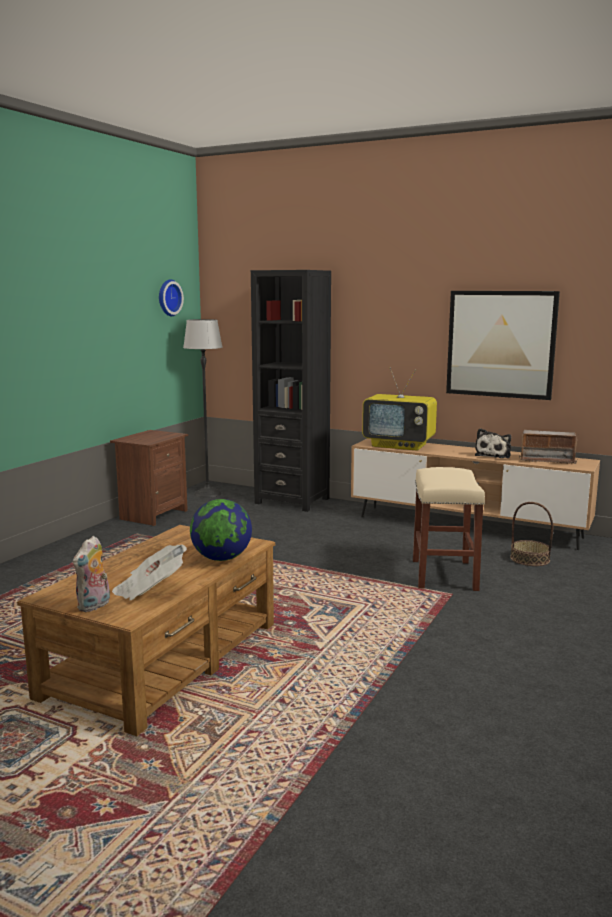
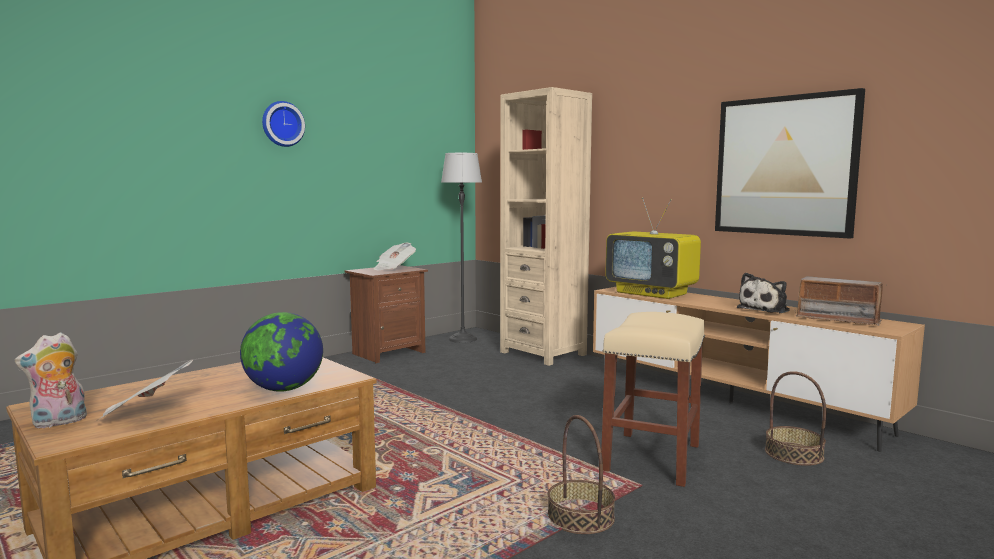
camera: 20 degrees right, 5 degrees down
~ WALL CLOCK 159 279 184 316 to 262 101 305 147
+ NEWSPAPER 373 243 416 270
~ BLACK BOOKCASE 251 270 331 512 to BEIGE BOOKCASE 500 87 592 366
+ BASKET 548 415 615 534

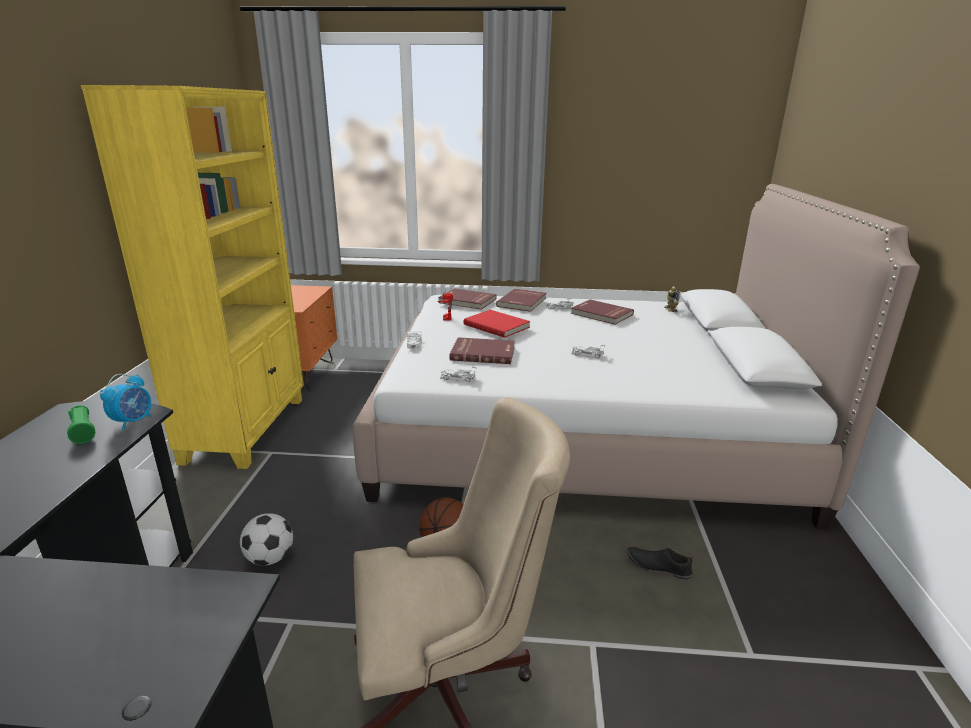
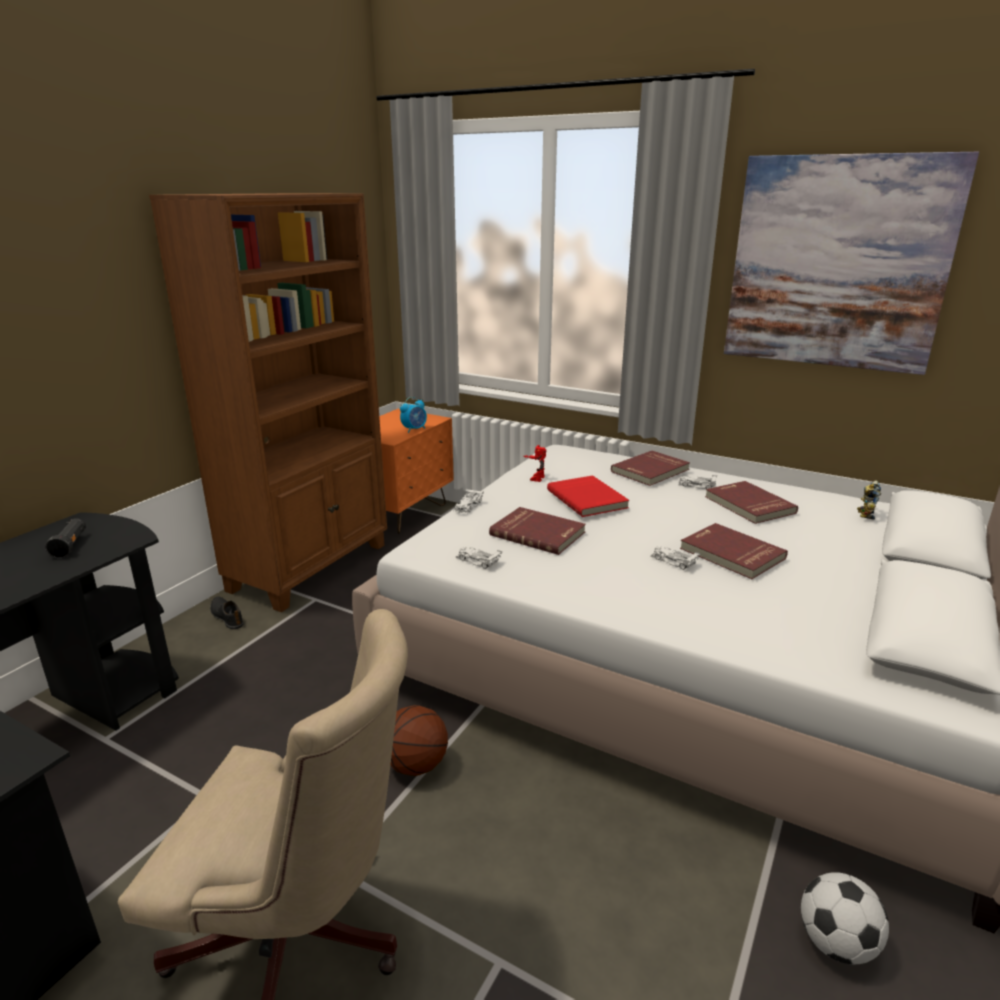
camera: 25 degrees right, 0 degrees up
~ GREEN FLASHLIGHT 67 405 95 444 to BLACK FLASHLIGHT 45 518 86 558
~ YELLOW BOOKCASE 81 85 304 469 to BROWN BOOKCASE 149 193 387 612
~ BLACK SHOE 627 547 693 579 to 210 597 243 629
~ ALARM CLOCK 100 374 152 431 to 400 397 427 433
~ RED BOOK 438 288 497 310 to 680 523 788 579
+ PICTURE 724 152 979 375
~ FOOTBALL 240 513 293 565 to 801 872 889 964

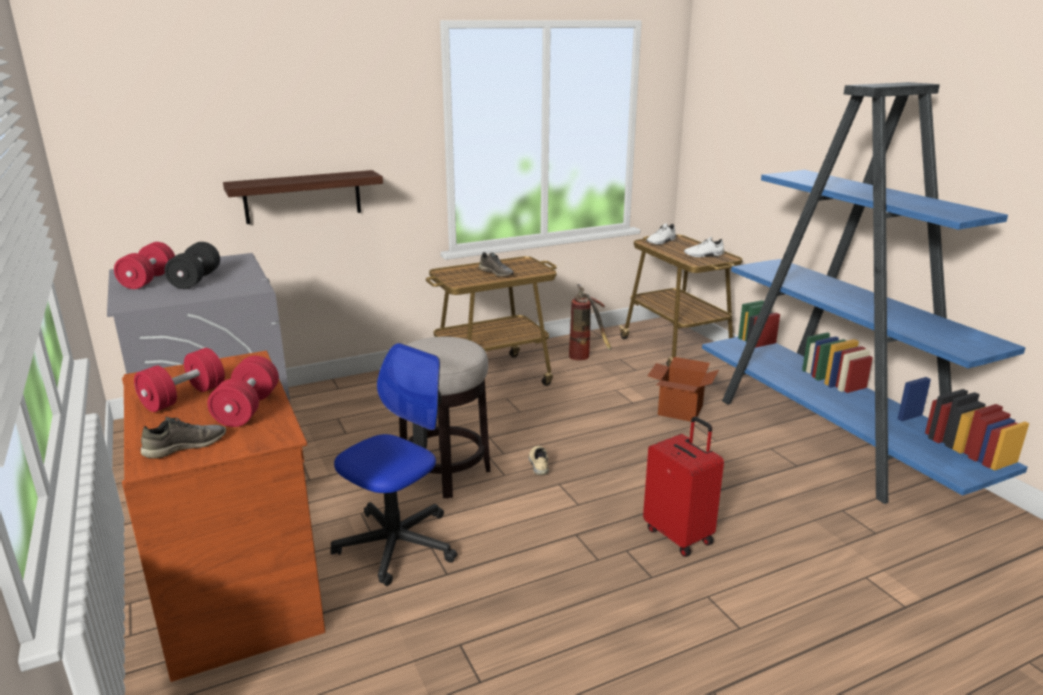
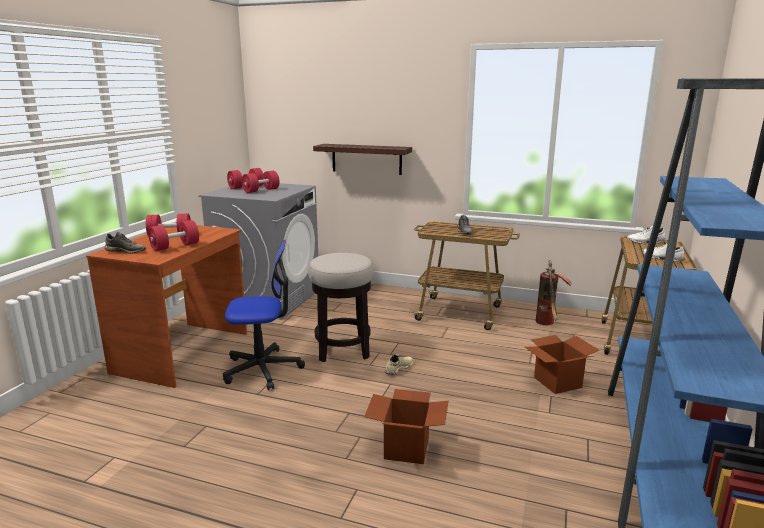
camera: 45 degrees right, 5 degrees down
~ BLACK DUMBBELL 164 242 220 289 to RED DUMBBELL 242 171 279 193
~ RED SUITCASE 643 416 724 557 to CARDBOARD BOX 364 389 449 464

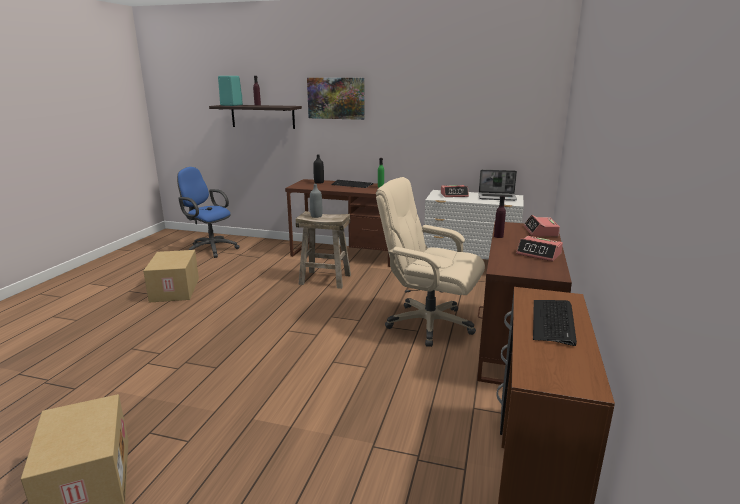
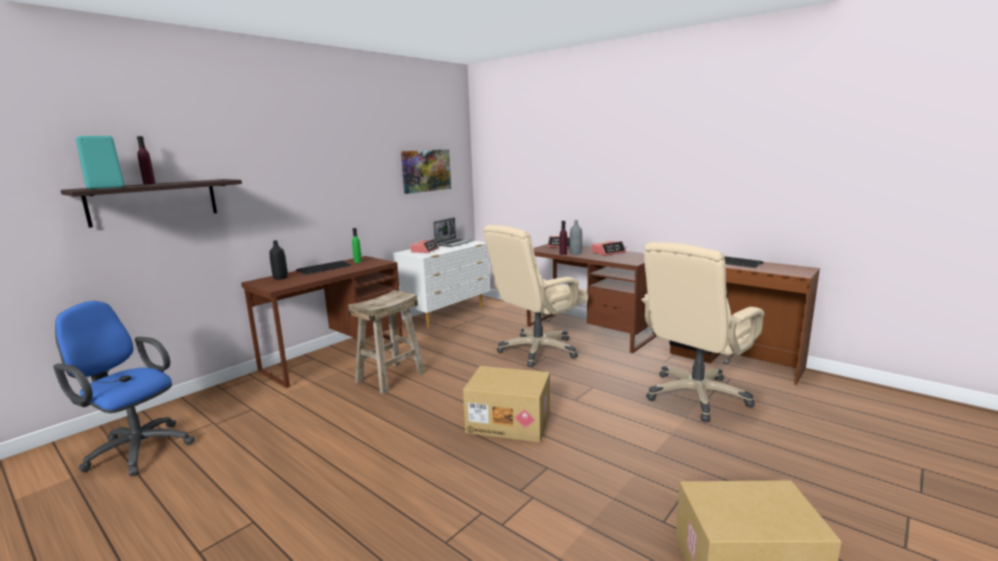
camera: 65 degrees left, 5 degrees down
~ BLUE OFFICE CHAIR 177 167 240 258 = 53 301 195 476 60 degrees clockwise
~ PICTURE 307 78 365 120 to 401 149 451 194
~ CARDBOARD BOX 143 250 199 303 to 463 366 550 443
~ GREY BOTTLE 310 184 322 218 to 570 220 582 254
+ BEIGE OFFICE CHAIR 641 242 764 422

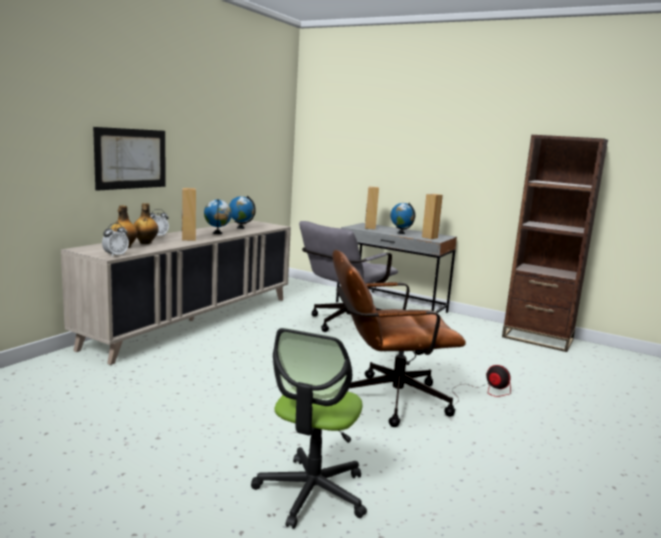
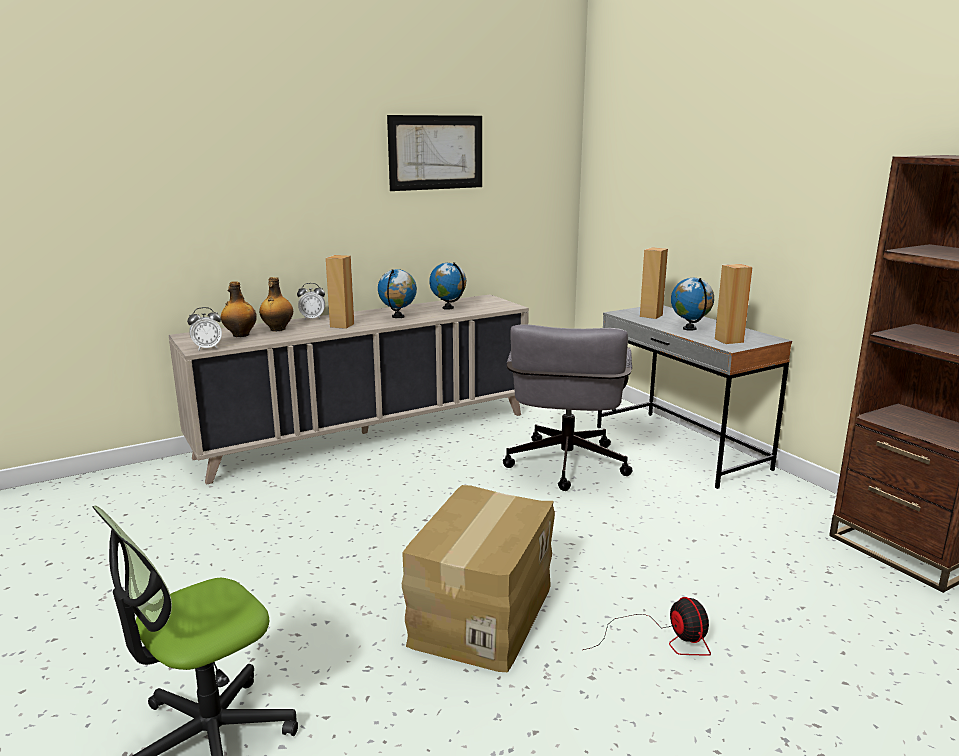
camera: 30 degrees right, 5 degrees up
~ PICTURE 93 127 166 191 to 387 115 482 191
~ BROWN OFFICE CHAIR 332 250 466 427 to CARDBOARD BOX 402 485 555 672
~ GREY OFFICE CHAIR 299 221 398 332 = 503 324 632 491 60 degrees counterclockwise

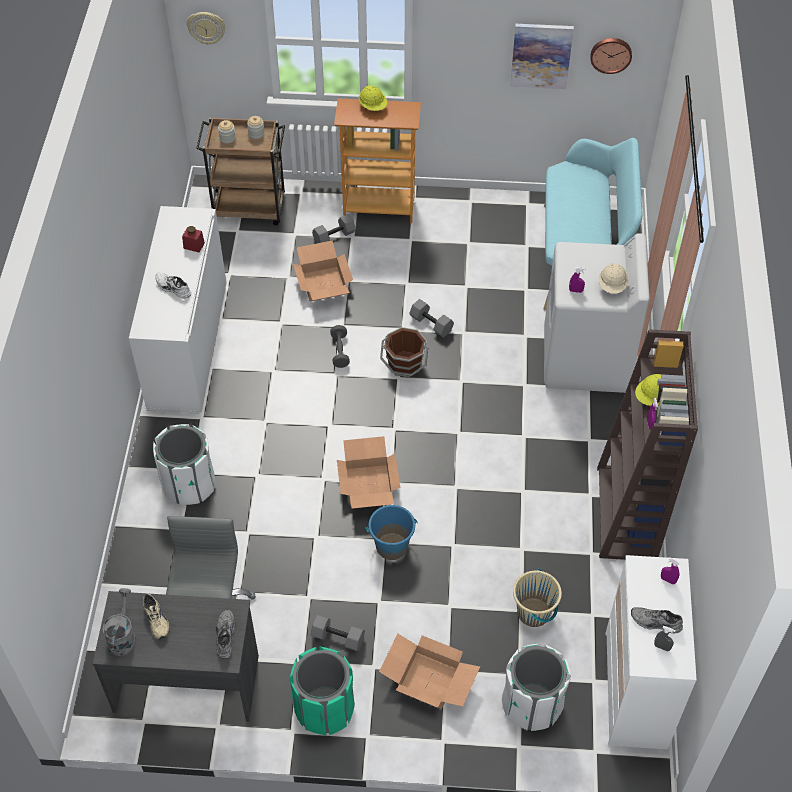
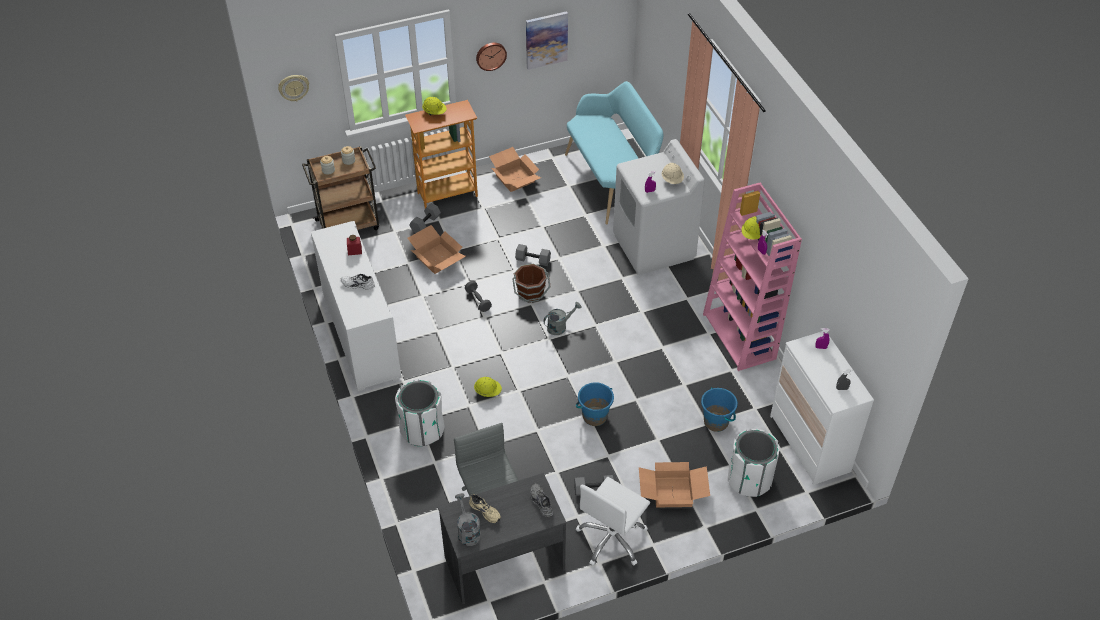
camera: 25 degrees left, 5 degrees down
+ YELLOW HARD HAT 474 377 502 397
~ WALL CLOCK 590 38 632 74 to 476 43 507 71
~ CARDBOARD BOX 337 436 400 509 to 489 147 541 192
+ GREY WATERING CAN 543 302 582 335
~ GREEN TRASH CAN 290 647 355 735 to WHITE OFFICE CHAIR 576 477 650 566
~ BEIGE BUCKET 513 569 562 627 to BLUE BUCKET 701 387 738 432
~ BROWN BOOKCASE 597 329 698 560 to PINK BOOKCASE 703 182 802 371
- GREY SHOE 631 607 683 634

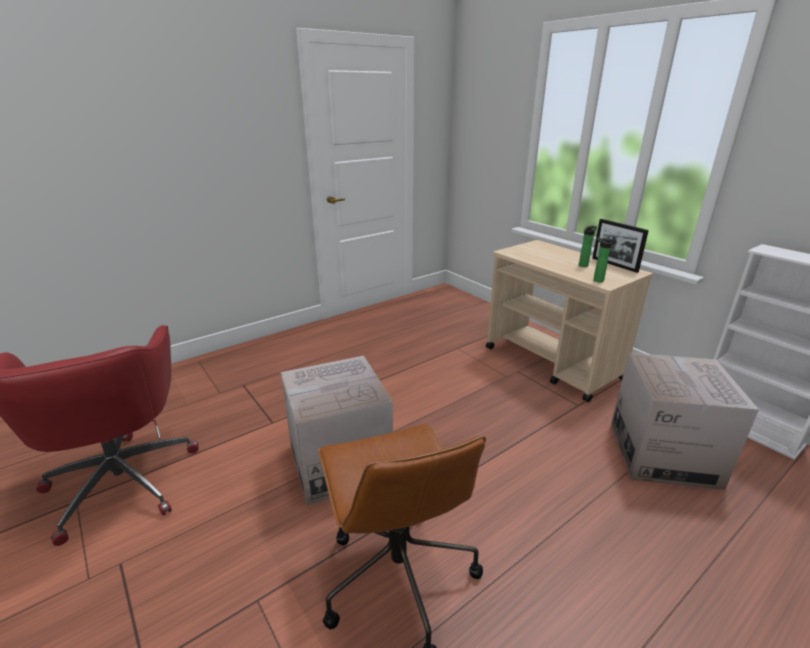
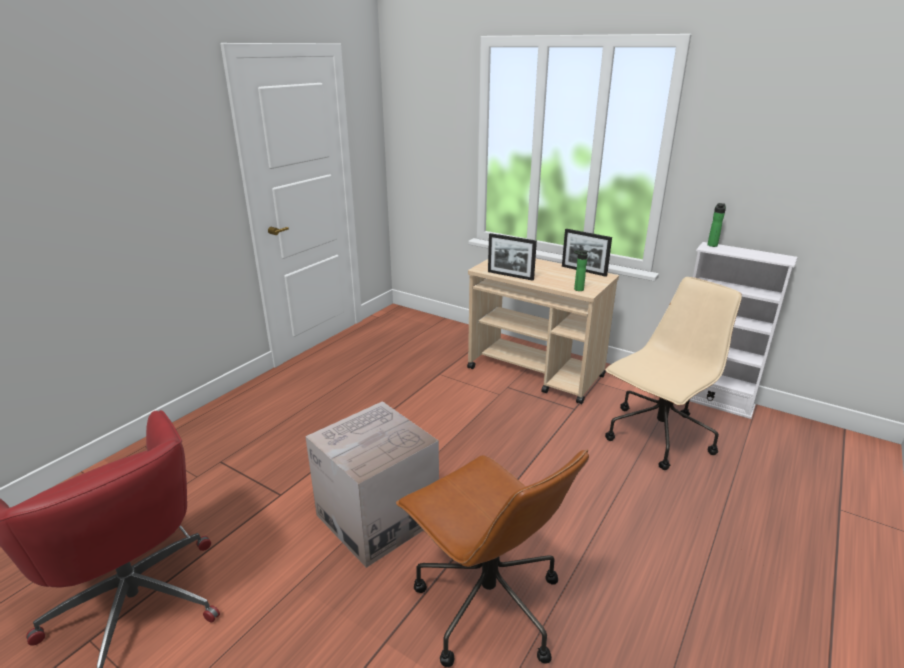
camera: 20 degrees left, 0 degrees up
+ PICTURE FRAME 488 233 537 281
~ CARDBOARD BOX 611 353 759 490 to BEIGE OFFICE CHAIR 605 277 742 470
~ BOTTLE 579 226 597 267 to 707 203 726 247

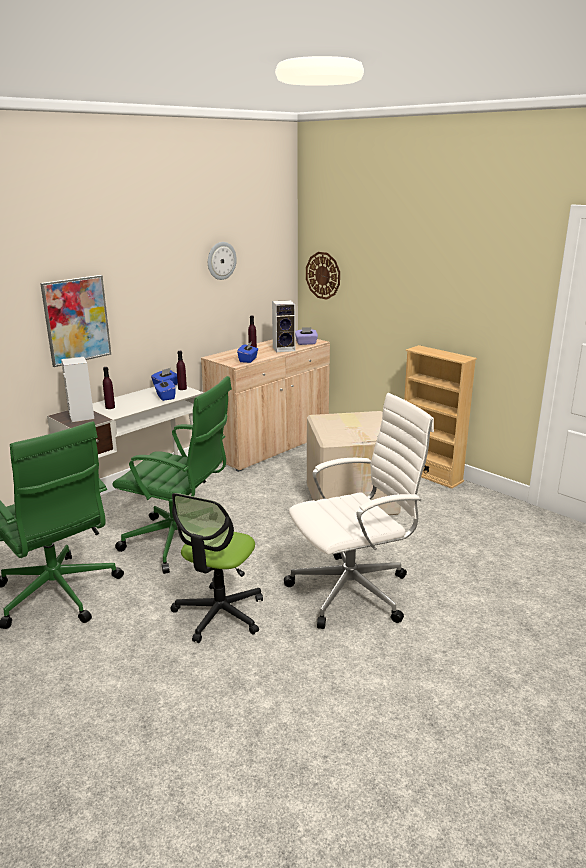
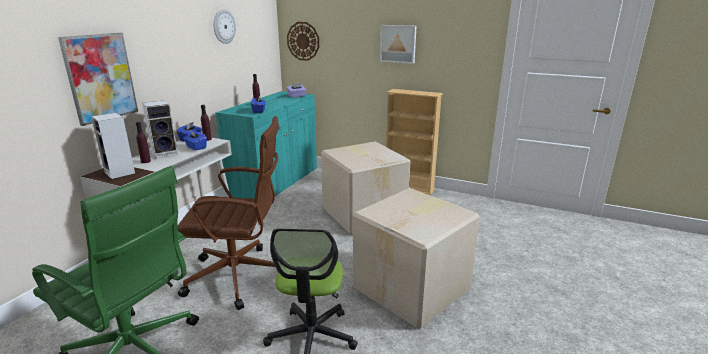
camera: 20 degrees left, 0 degrees up
~ SPEAKER 272 300 295 352 to 142 100 178 159
~ GREEN OFFICE CHAIR 113 376 232 574 to BROWN OFFICE CHAIR 178 116 279 310
~ BEIGE CABINET 201 337 330 472 to TURQUOISE CABINET 215 91 317 199
~ WHITE OFFICE CHAIR 284 393 434 629 to CARDBOARD BOX 353 188 480 329
+ PICTURE 380 25 417 64

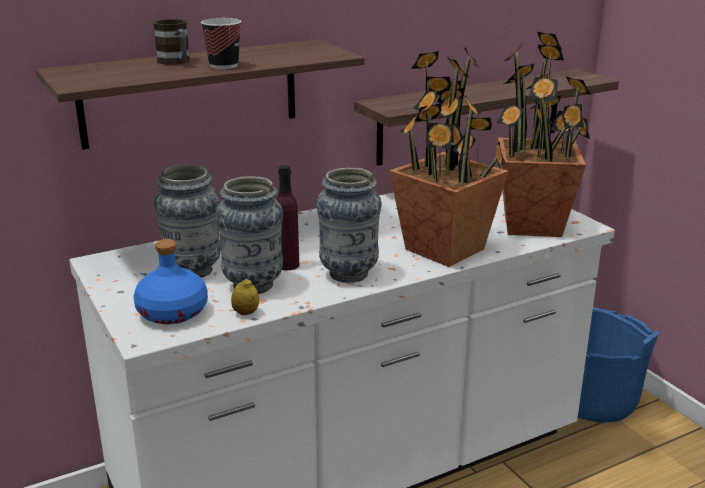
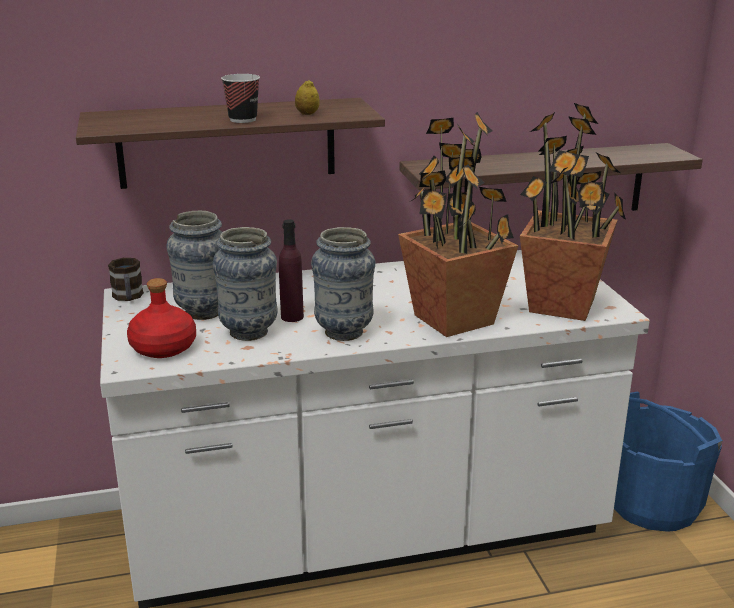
camera: 15 degrees right, 0 degrees up
~ MUG 153 19 190 65 to 108 258 144 301
~ BLUE BOTTLE 133 239 208 324 to RED BOTTLE 127 278 196 358
~ LEMON 231 279 259 315 to 295 80 320 115

